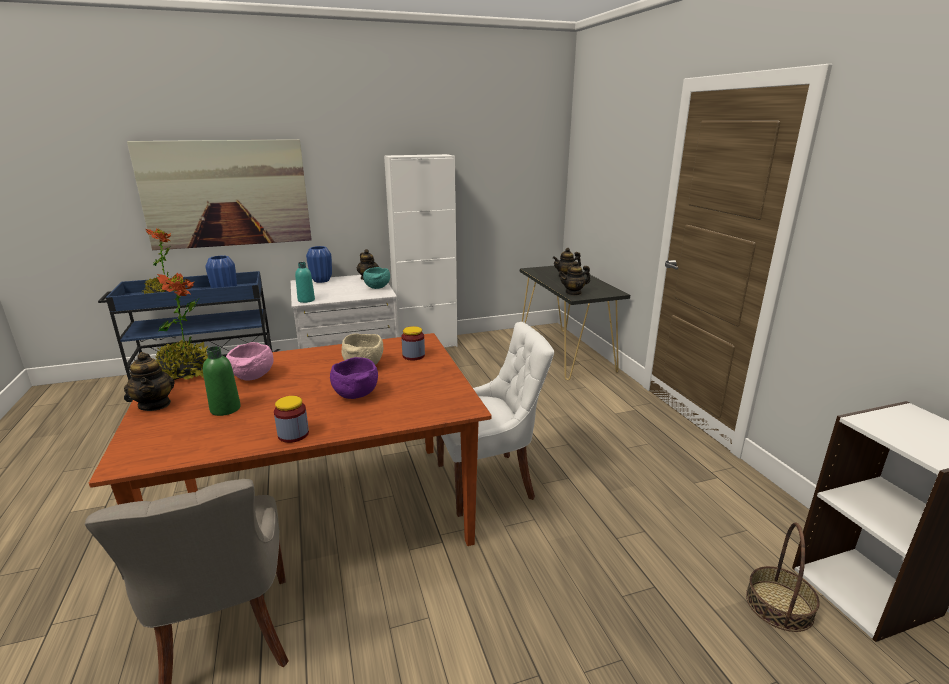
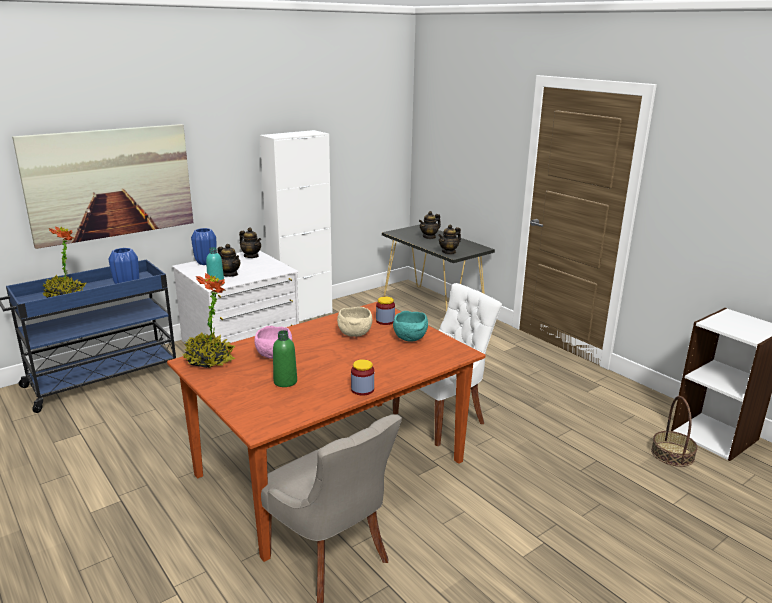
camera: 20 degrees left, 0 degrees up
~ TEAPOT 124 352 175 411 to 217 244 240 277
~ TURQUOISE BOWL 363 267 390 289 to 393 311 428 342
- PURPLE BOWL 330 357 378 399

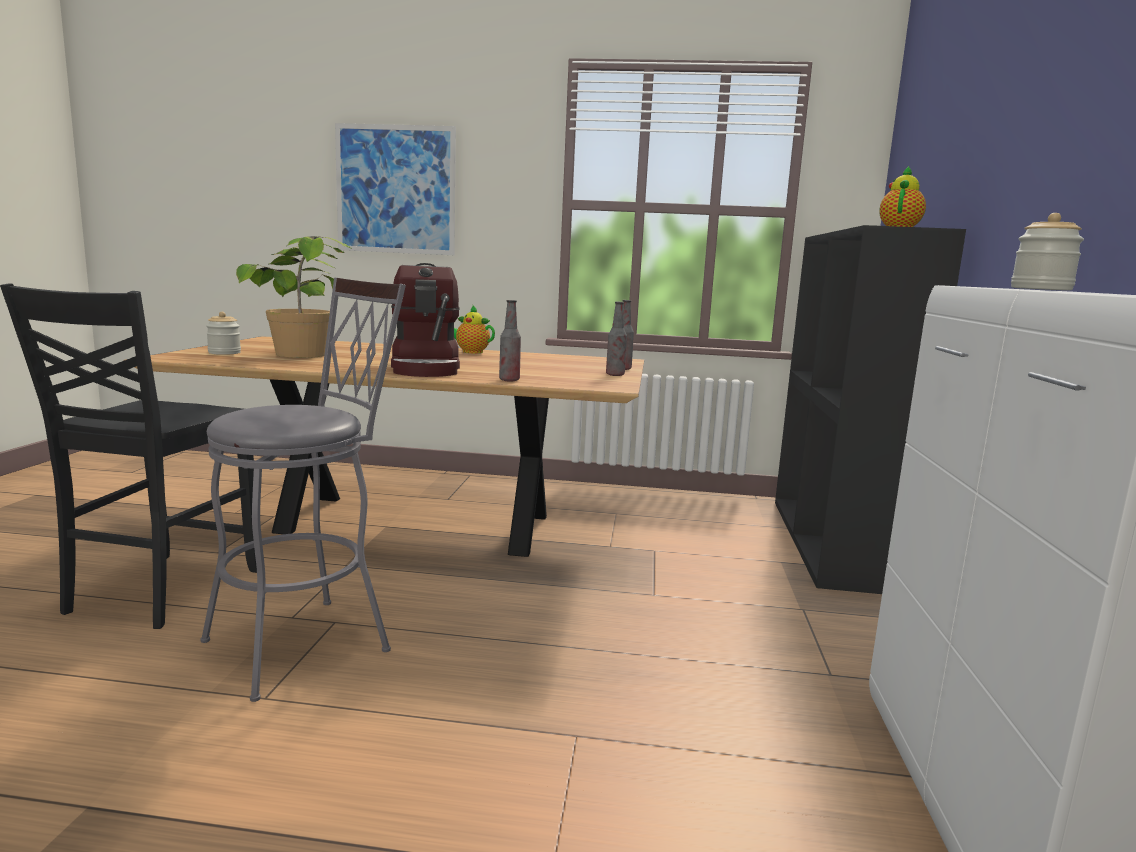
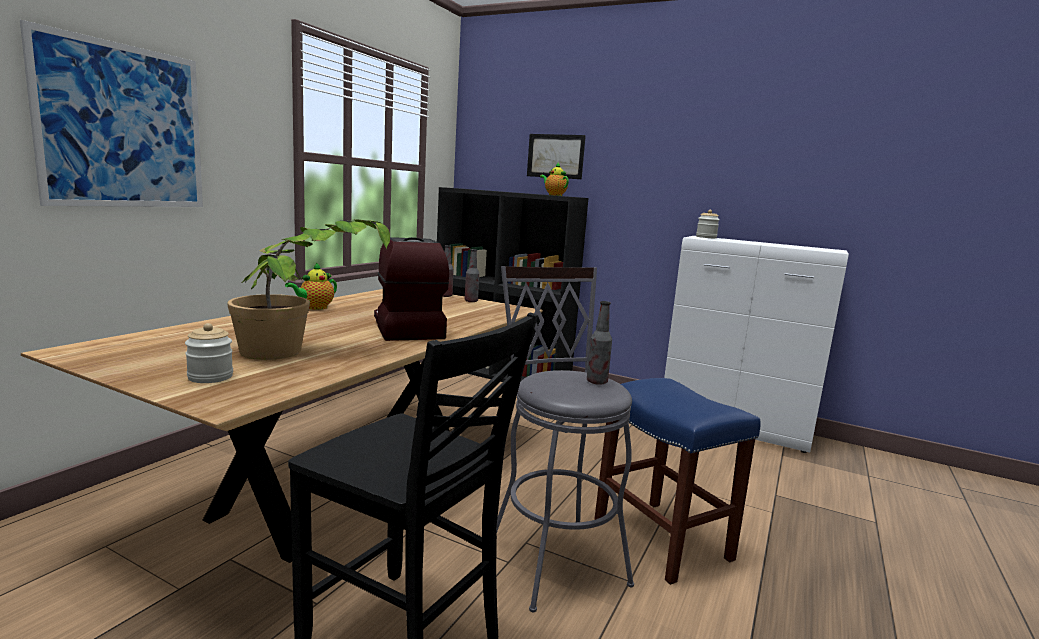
camera: 70 degrees left, 0 degrees up
~ COFFEE MACHINE 391 263 460 377 = 374 237 449 341 120 degrees counterclockwise
+ PICTURE 527 134 586 179
~ BOTTLE 499 300 521 381 to 587 301 612 385
+ BLUE STOOL 594 378 761 585

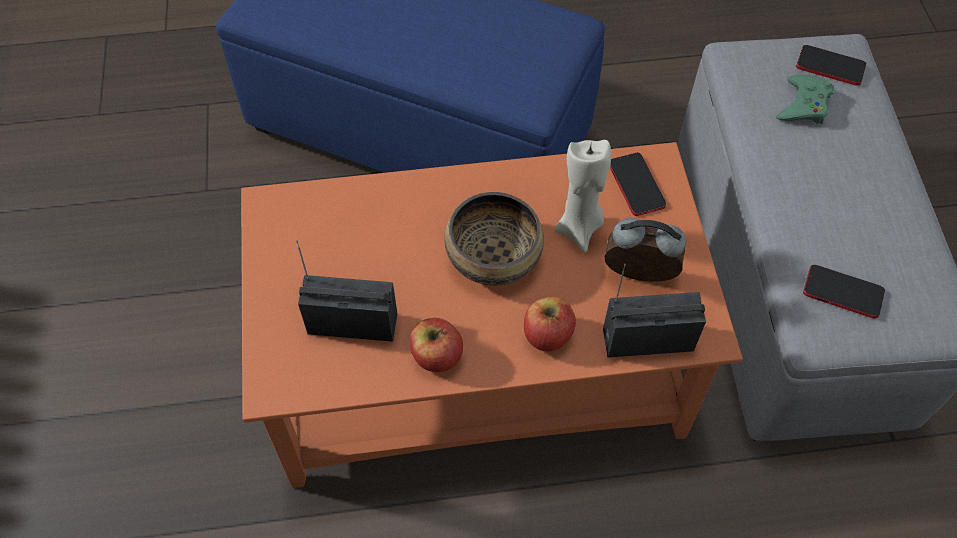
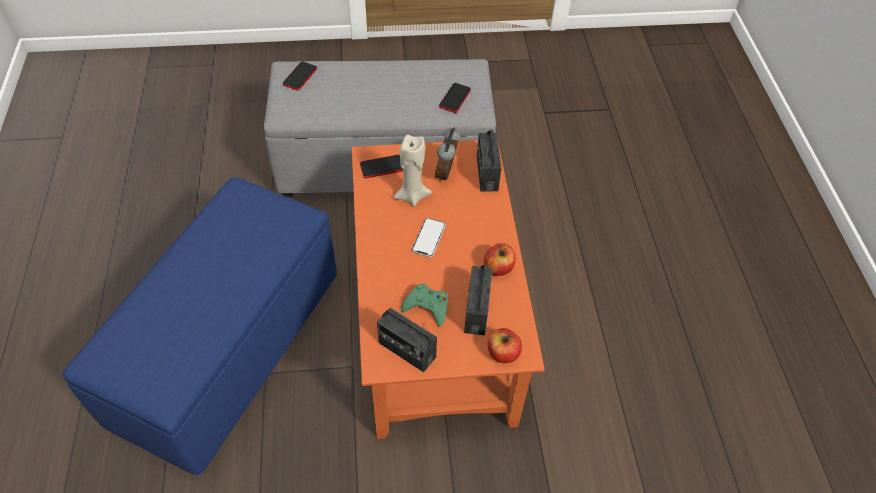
camera: 90 degrees left, 5 degrees down
+ RADIO 377 308 437 372
~ GREEN GAME CONTROLLER 776 75 834 124 to 401 283 448 327
~ BOWL 444 192 544 286 to PHONE 412 218 446 257
~ APPLE 524 297 576 352 to 487 328 522 363

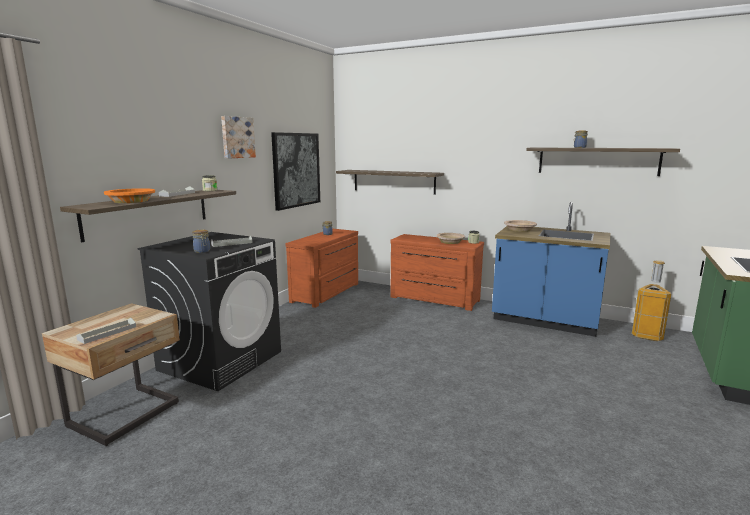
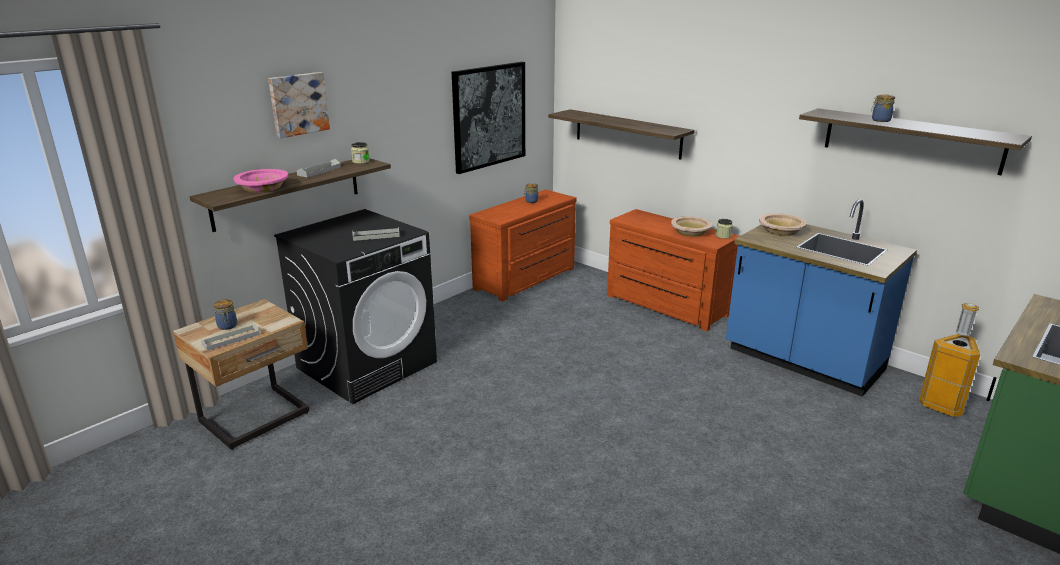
camera: 15 degrees right, 10 degrees up
~ JAR 192 229 210 253 to 214 300 237 330
~ ORANGE BOWL 104 188 155 203 to PINK BOWL 233 169 288 192
~ PICTURE 221 116 256 159 to 268 72 330 138

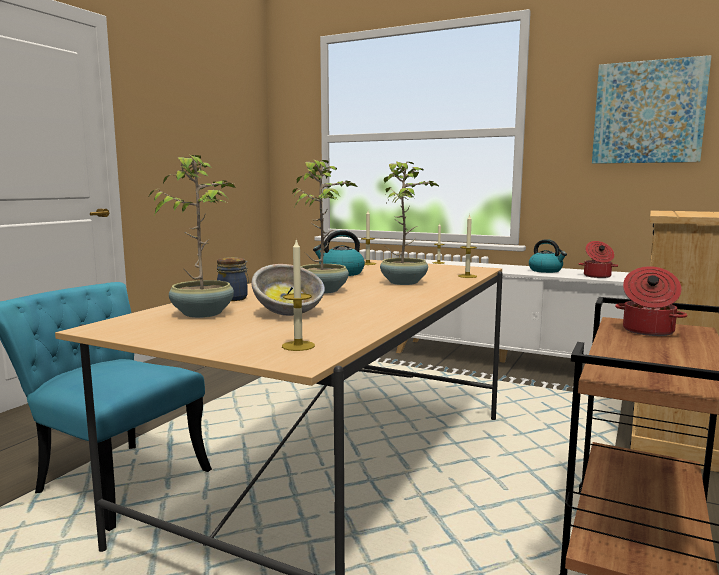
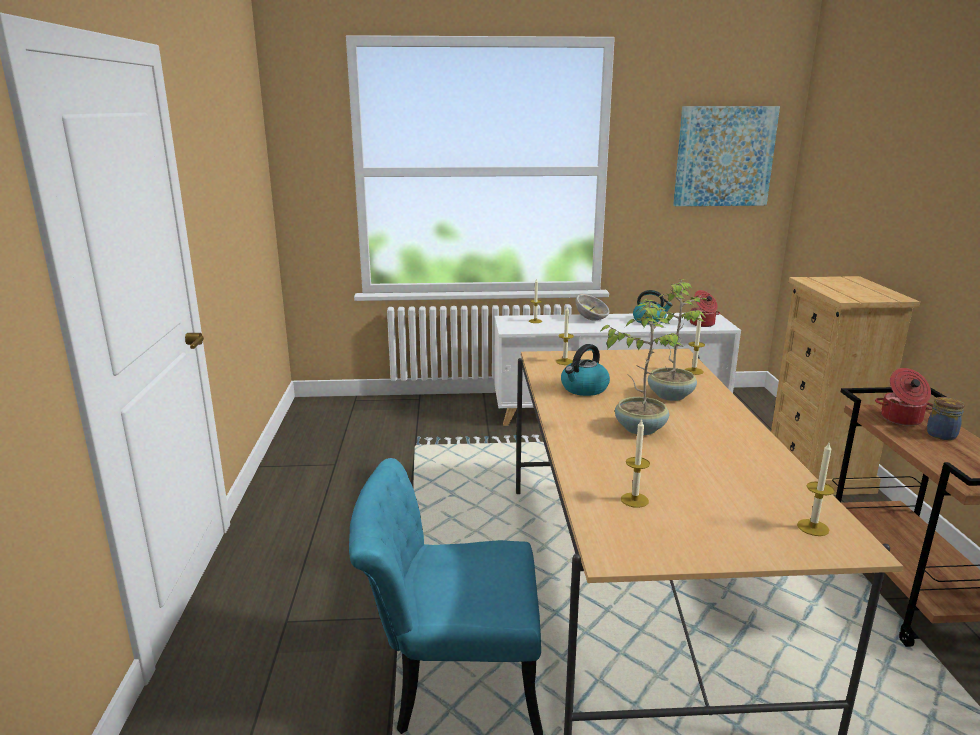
camera: 30 degrees left, 10 degrees up
~ BOWL 251 264 325 316 to 575 294 610 321
~ POTTED PLANT 149 155 236 318 to CANDLE 621 418 650 508
~ JAR 217 257 249 301 to 927 397 965 440

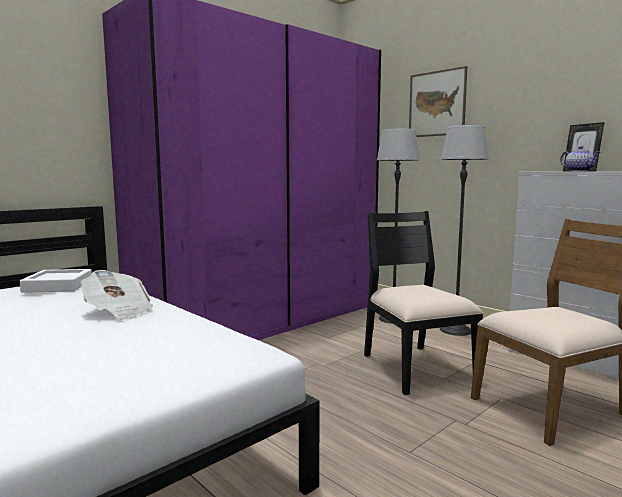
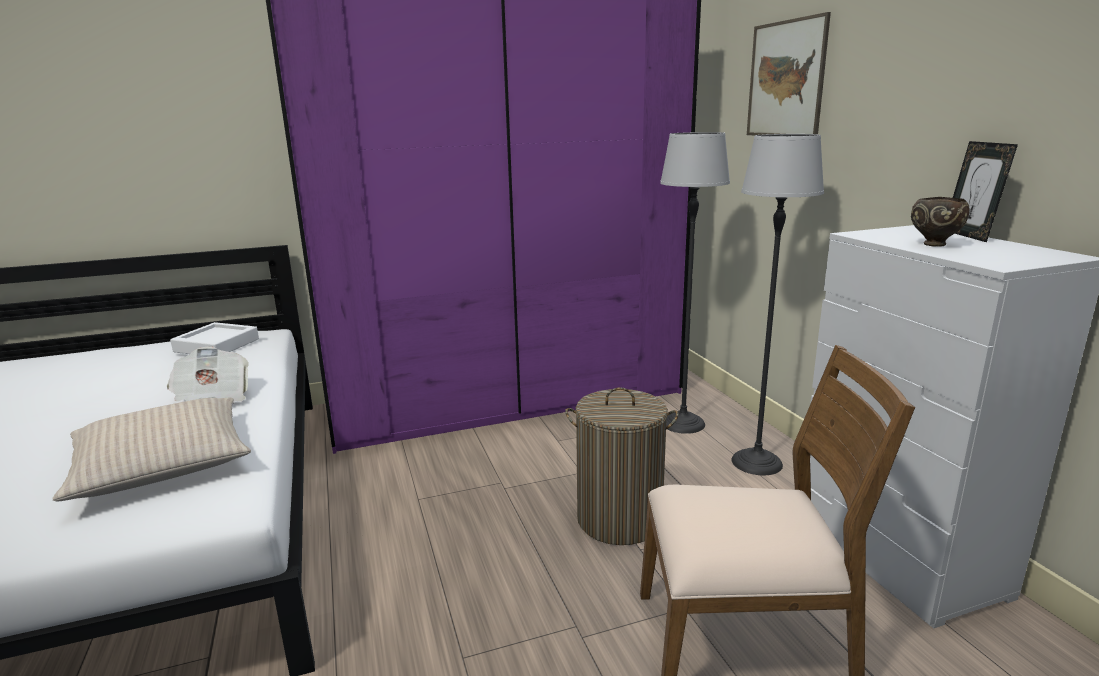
camera: 25 degrees right, 10 degrees up
+ BEIGE PILLOW 52 398 251 501
~ BLACK CHAIR 364 211 483 395 to LAUNDRY BASKET 565 387 679 545
~ TEAPOT 560 146 601 171 to BROWN BOWL 911 197 970 247

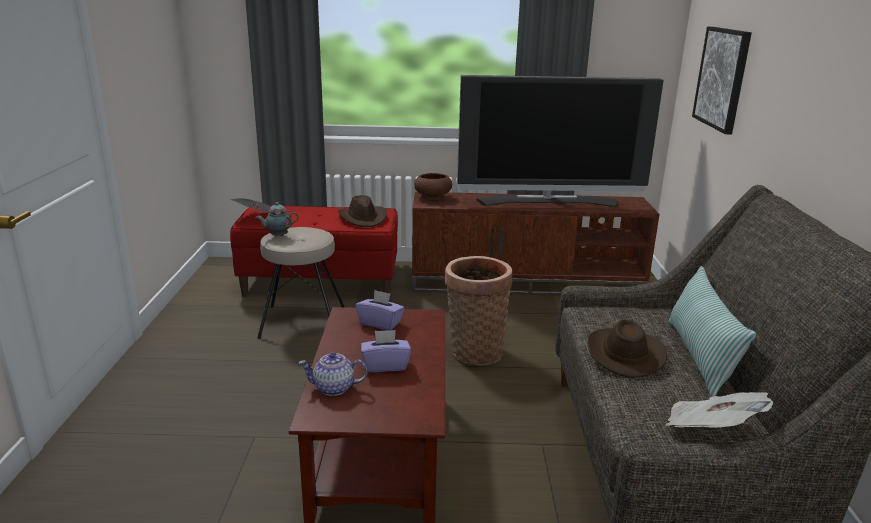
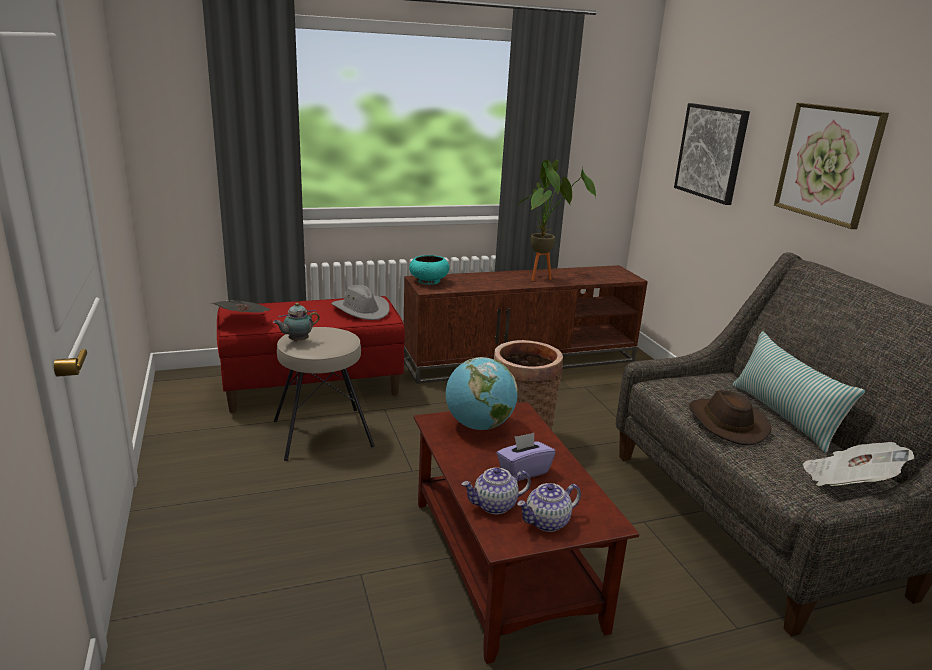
camera: 20 degrees left, 0 degrees up
~ BROWN HAT 338 195 387 227 to GREY HAT 332 285 390 320
~ BROWN BOWL 414 173 452 200 to TURQUOISE BOWL 409 255 450 285
~ PURPLE TISSUE BOX 356 290 405 330 to GLOBE 446 357 518 430
+ TEAPOT 517 483 581 532
~ TELEVISION 457 75 664 207 to POTTED PLANT 518 160 596 281
+ PICTURE 774 103 889 229

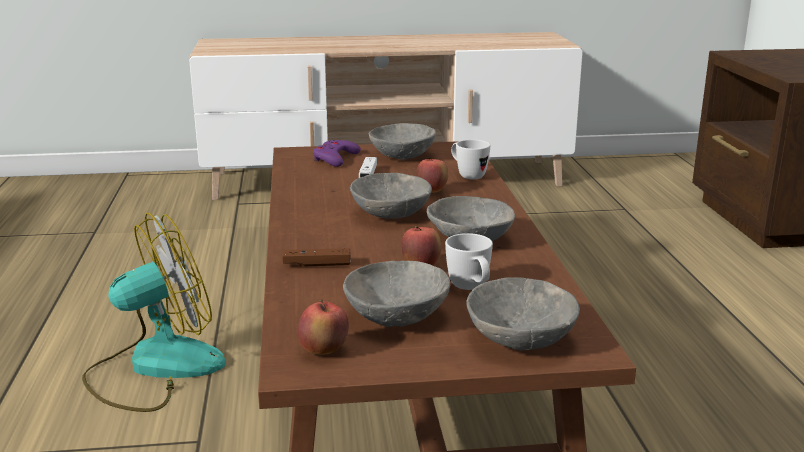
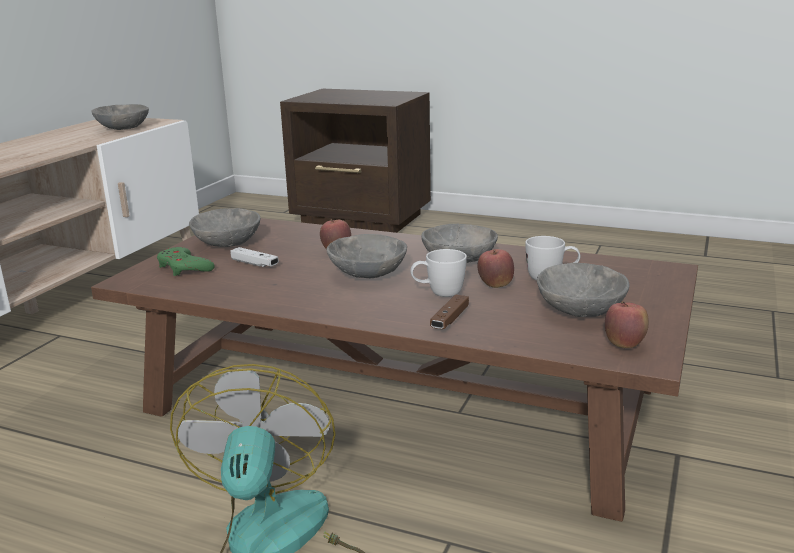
camera: 60 degrees left, 0 degrees up
~ GREY BOWL 466 277 580 350 to 91 104 149 130
~ PURPLE GAME CONTROLLER 313 140 361 167 to GREEN GAME CONTROLLER 157 247 215 276
~ WHITE MUG 451 139 491 180 to 410 249 467 297

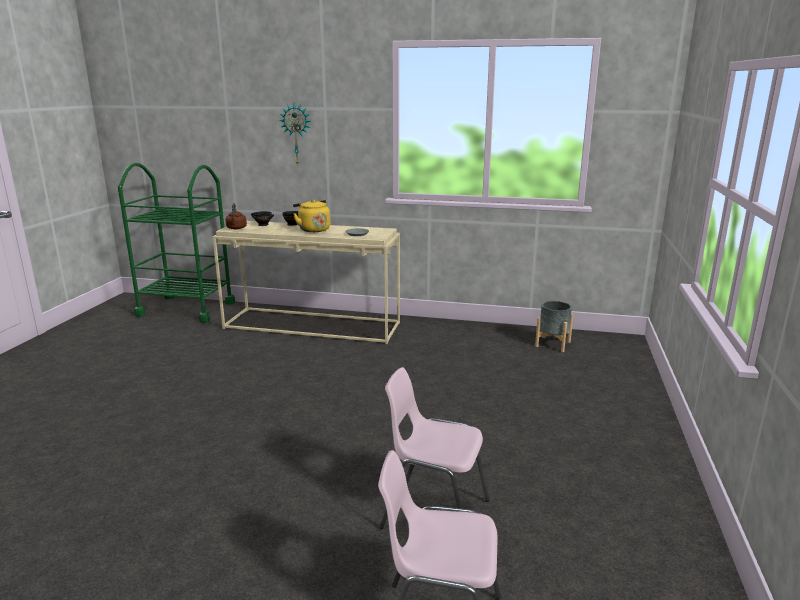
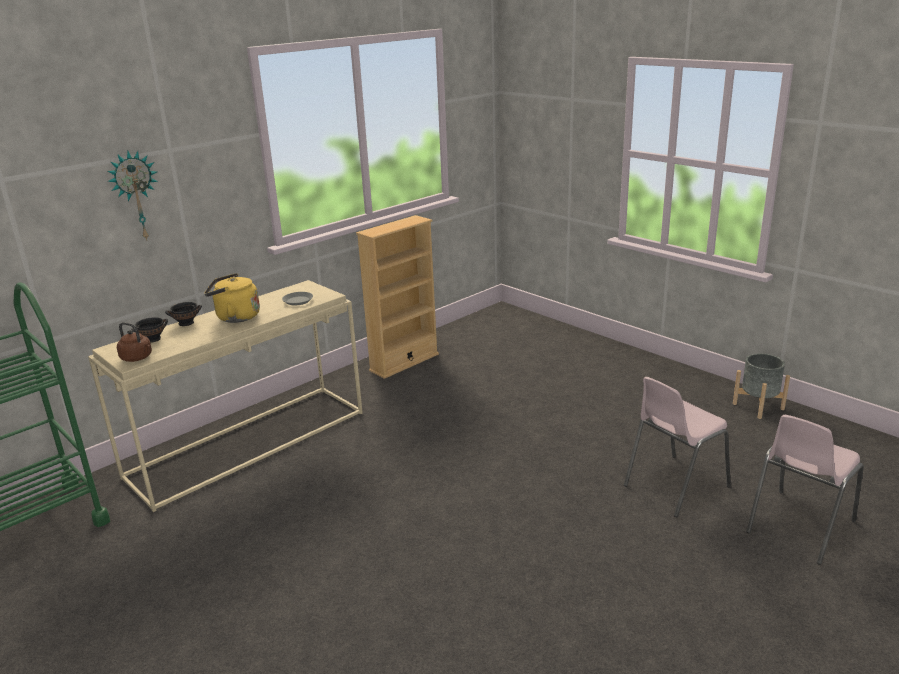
camera: 55 degrees left, 5 degrees up
+ BEIGE BOOKCASE 356 215 439 379
~ GREY PLANTER 535 301 573 352 to 733 353 790 419

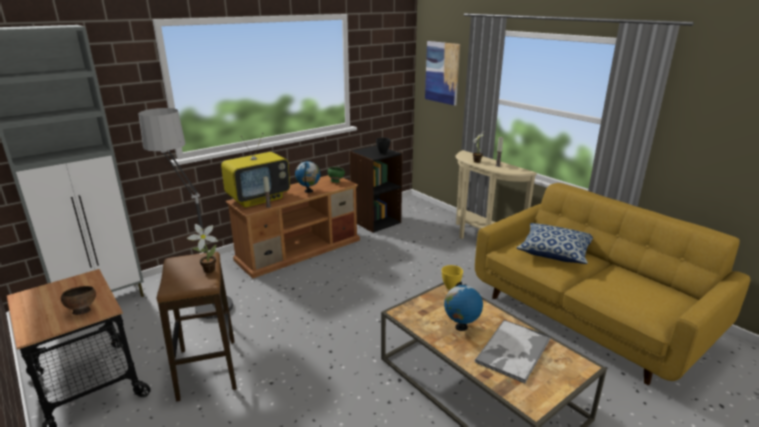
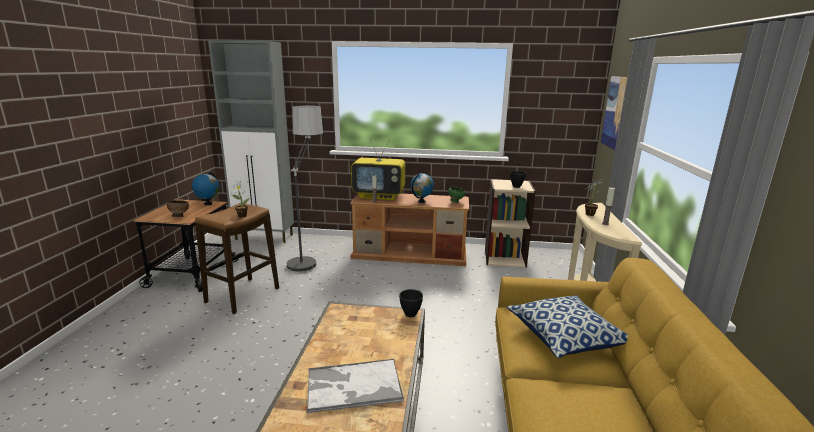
camera: 45 degrees right, 5 degrees down
~ GLOBE 444 282 483 331 to 192 172 219 205
~ YELLOW BOWL 442 265 463 290 to BLACK BOWL 399 289 423 317
~ BLACK BOOKCASE 350 145 403 233 to BEIGE BOOKCASE 485 179 536 268

